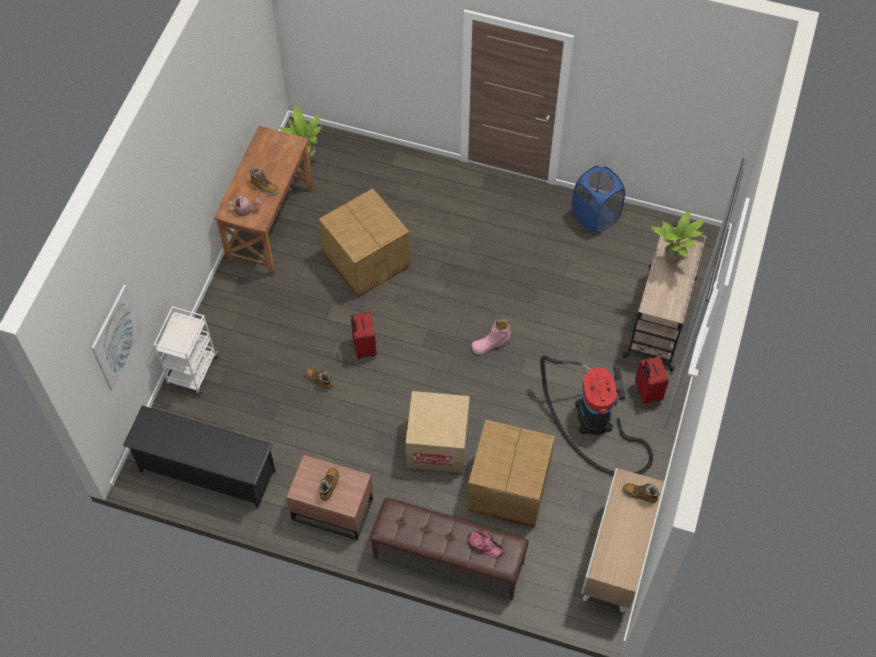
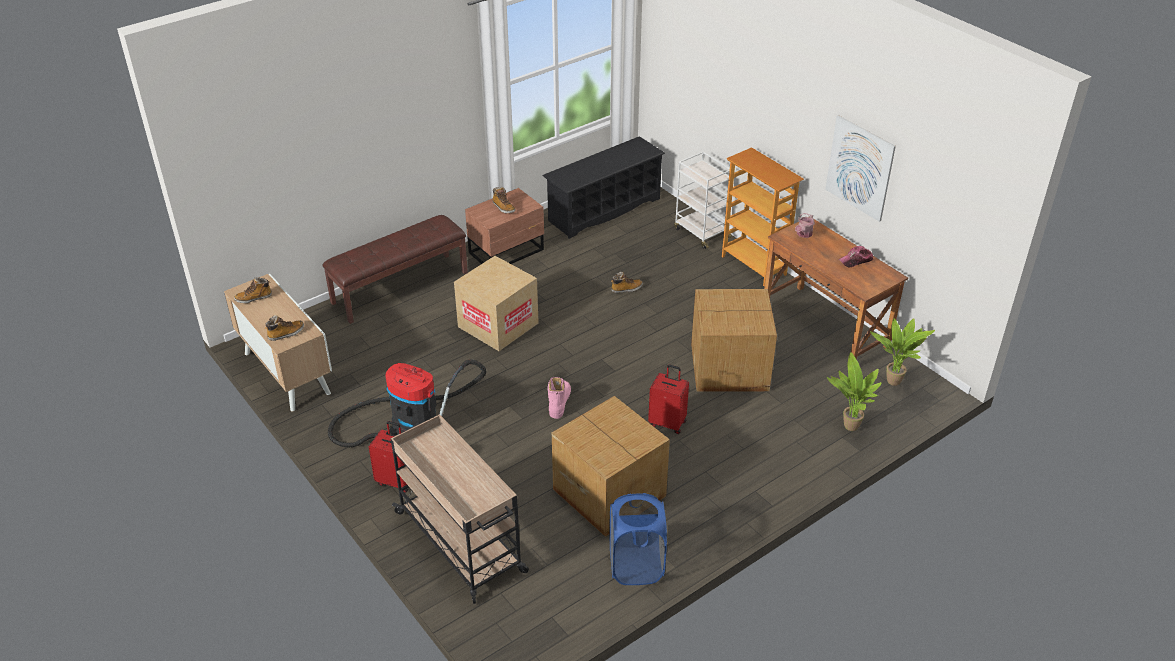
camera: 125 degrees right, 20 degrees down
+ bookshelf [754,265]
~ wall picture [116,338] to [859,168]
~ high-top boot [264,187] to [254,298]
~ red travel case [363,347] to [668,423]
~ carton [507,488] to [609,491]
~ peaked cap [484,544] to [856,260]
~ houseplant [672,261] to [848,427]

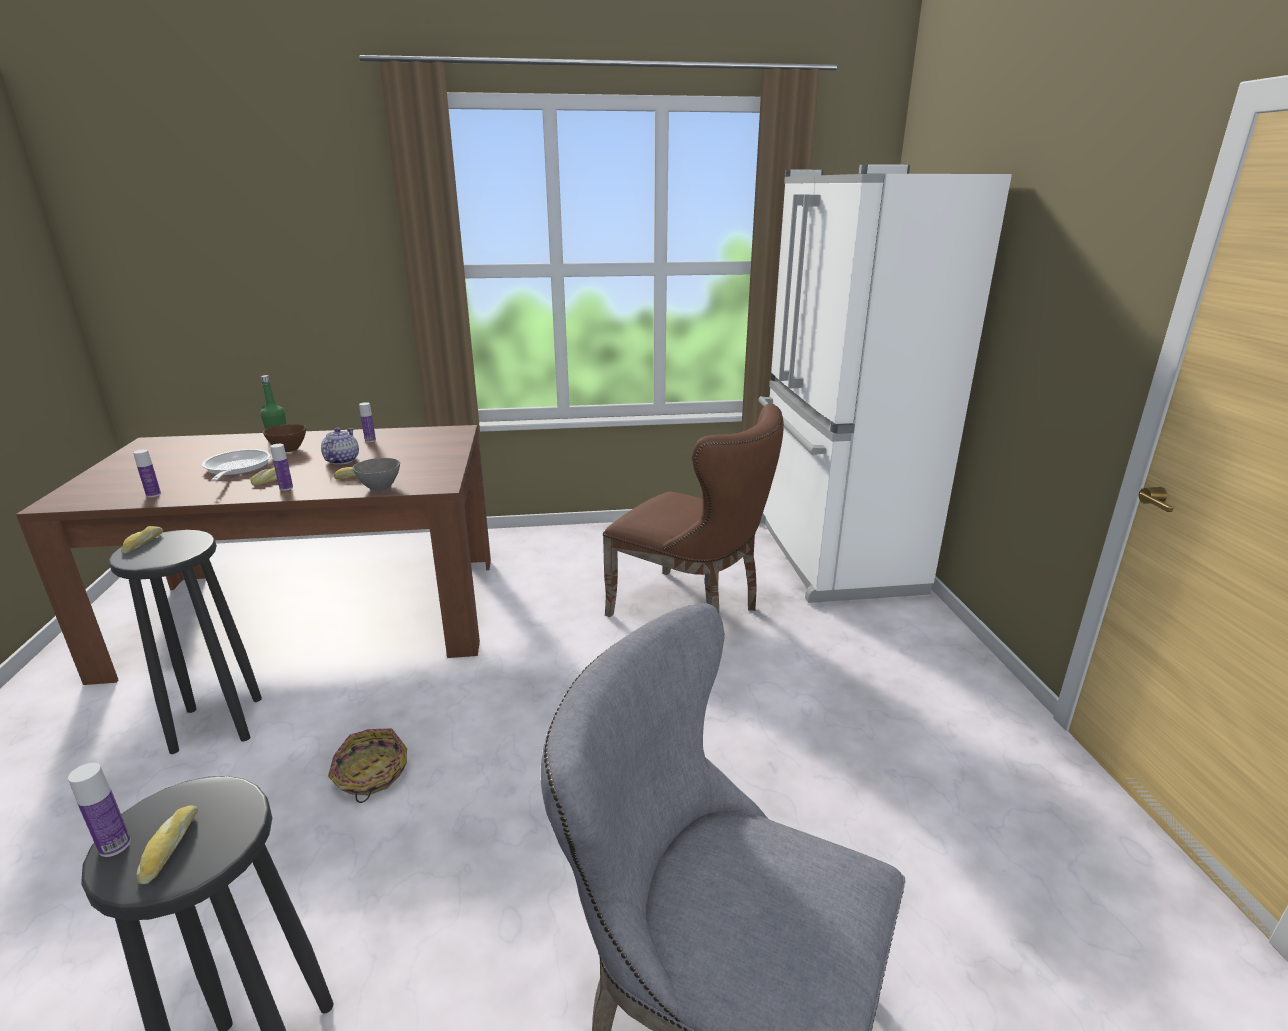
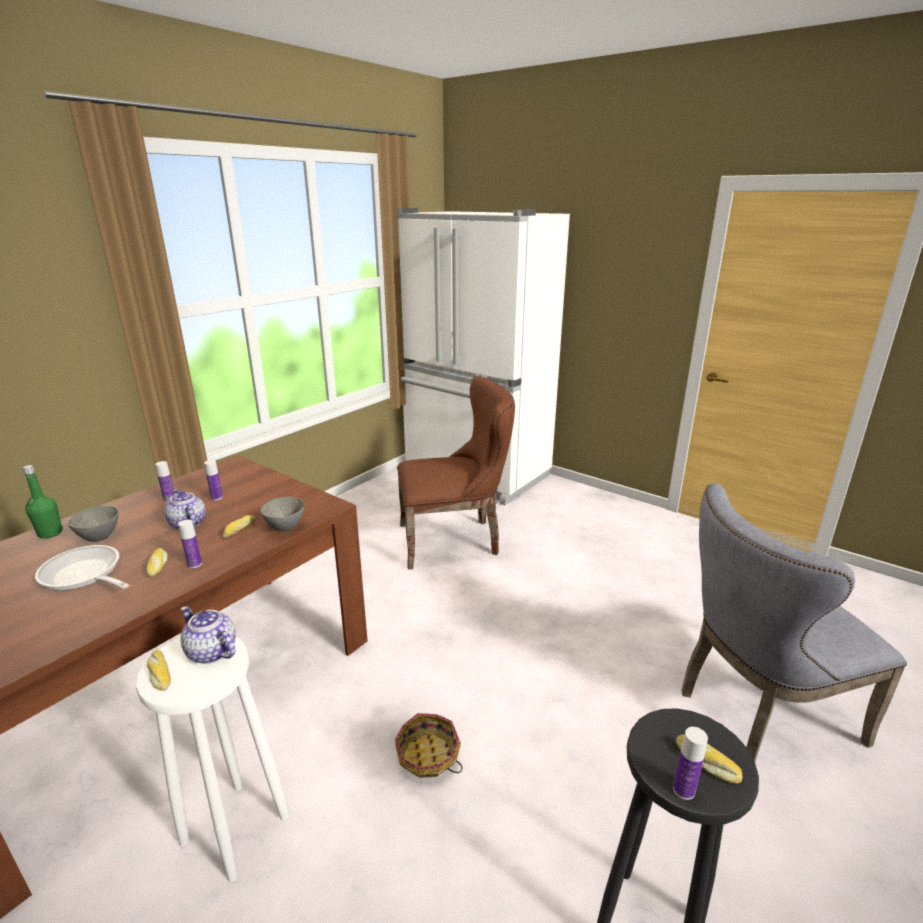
camera: 45 degrees left, 0 degrees up
+ pot for tea [211,652]
~ beverage bottle [153,494] to [217,498]
~ blackish stool seat [216,724] to white-coloured stool seat [234,830]
~ brown-coloured deep dish [289,450] to gray deep dish [100,538]

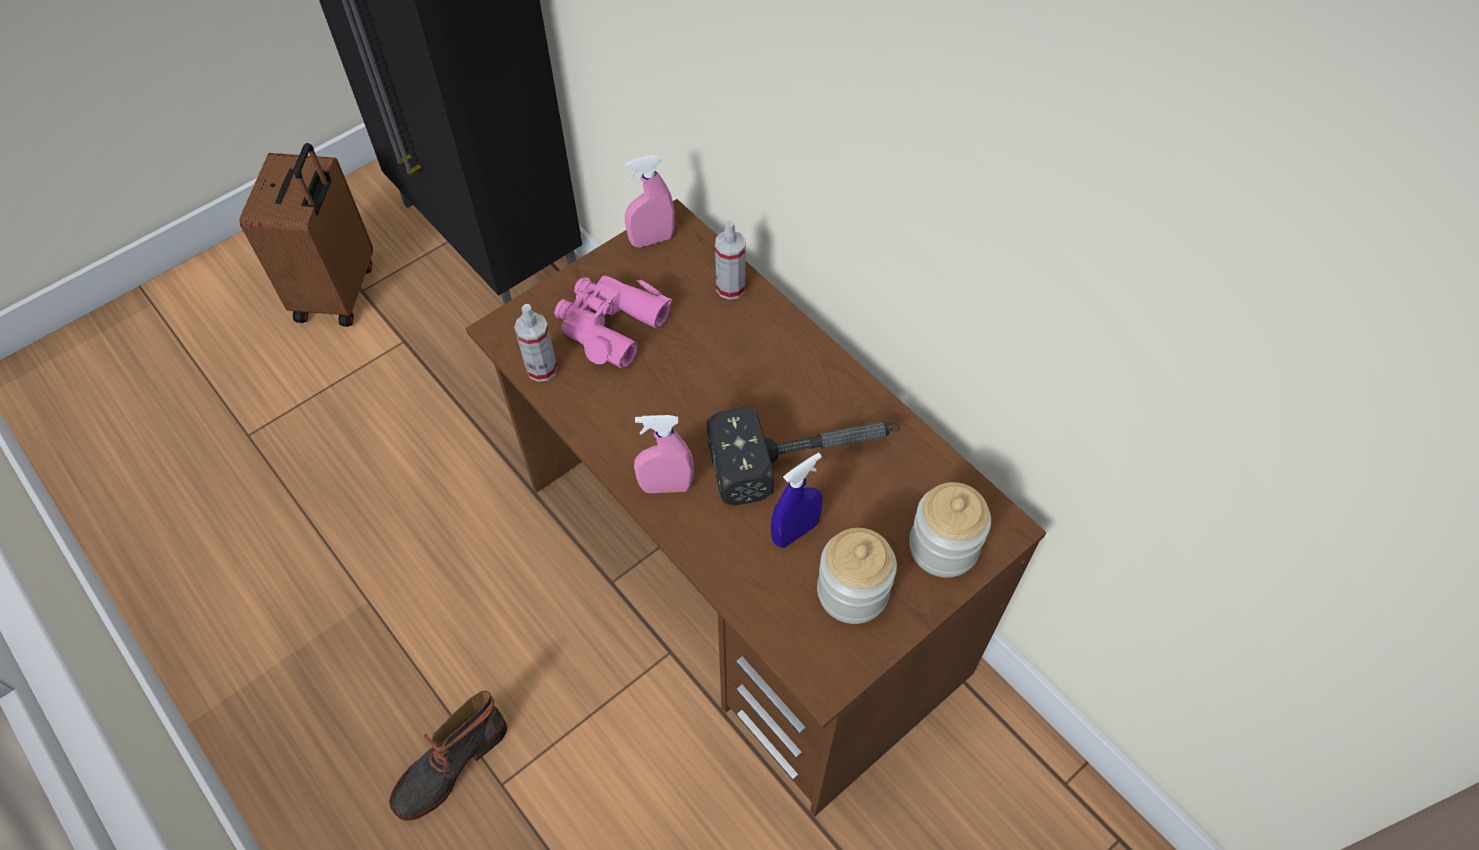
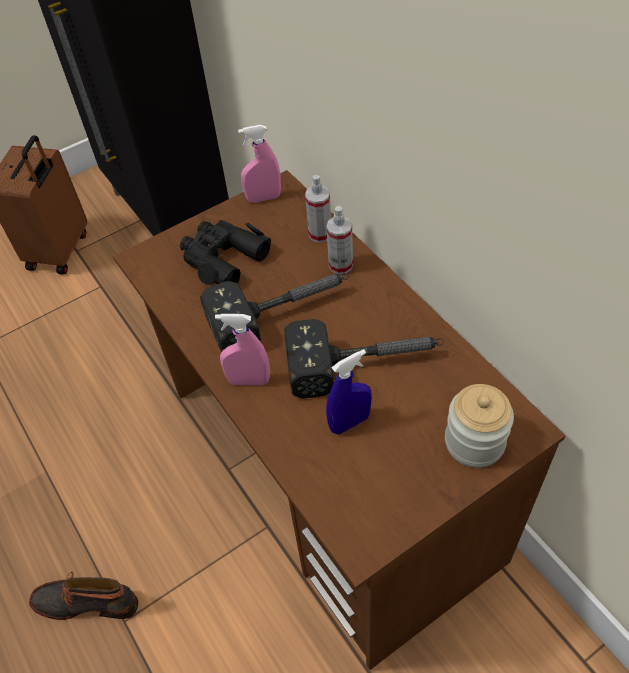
camera: 10 degrees right, 5 degrees down
- jar [852,591]
+ tool hammer [282,312]
~ spray bottle [541,369] to [340,265]
~ pink pair of binoculars [610,325] to blackish pair of binoculars [222,258]
~ high-top boot [449,764] = [87,601] 45 degrees clockwise

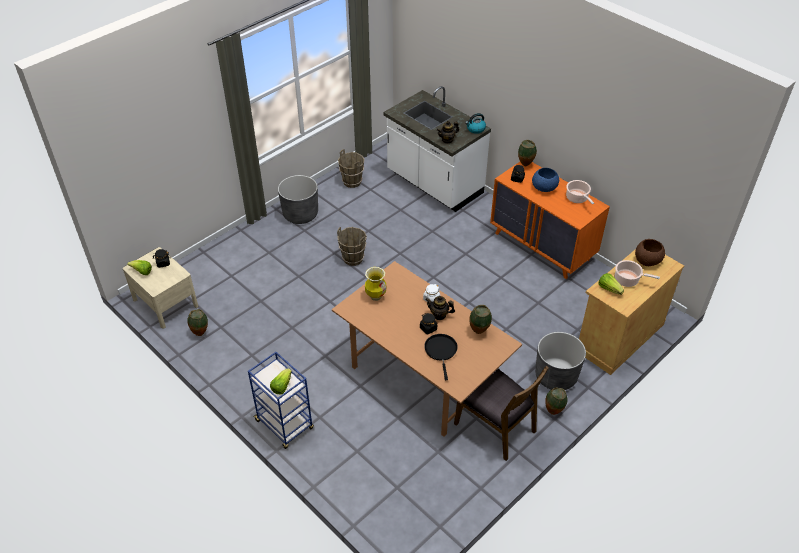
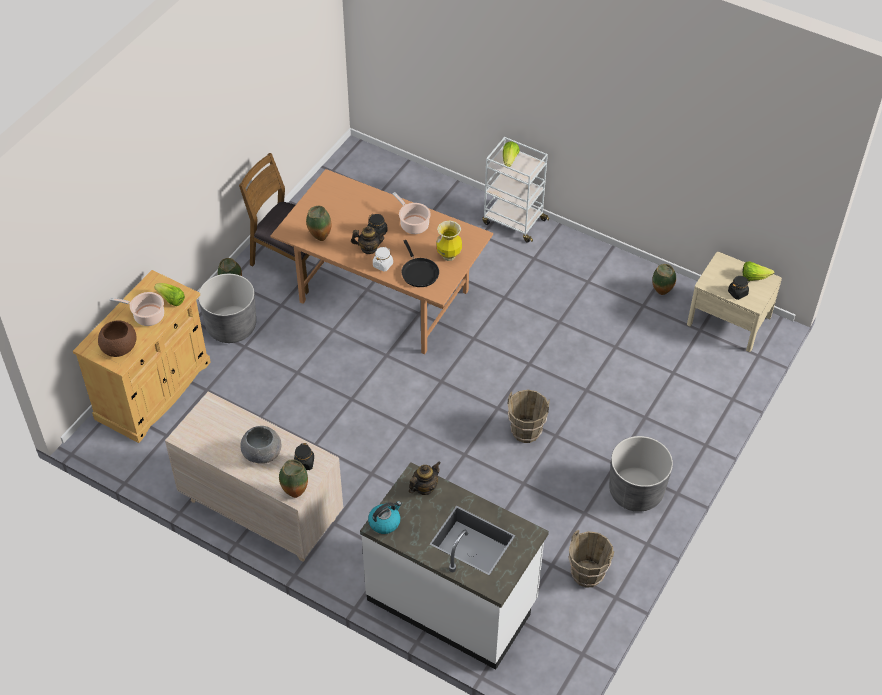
camera: 165 degrees right, 5 degrees up
~ blackish skillet [441,351] to [419,272]
~ stockpot [577,198] to [413,224]
~ blue-coloured wheeled cart [285,425] to white-coloured wheeled cart [513,221]
~ orangey dresser [542,246] to beige dresser [261,510]
~ blue-coloured deep dish [544,188] to gray deep dish [262,454]

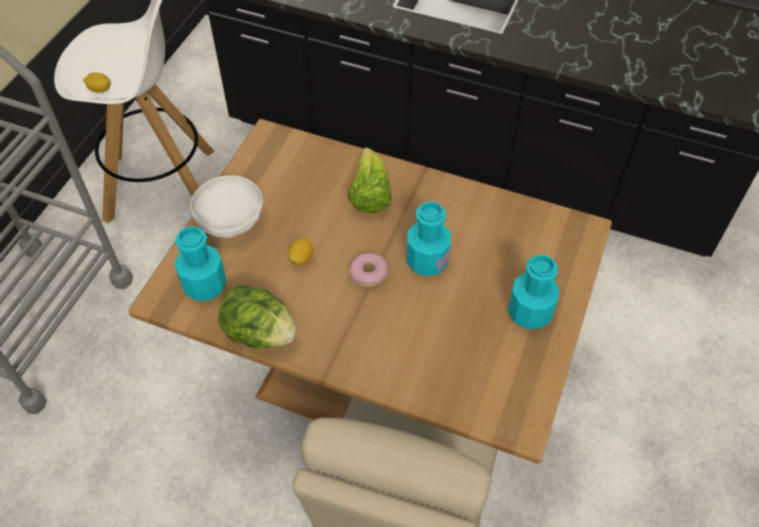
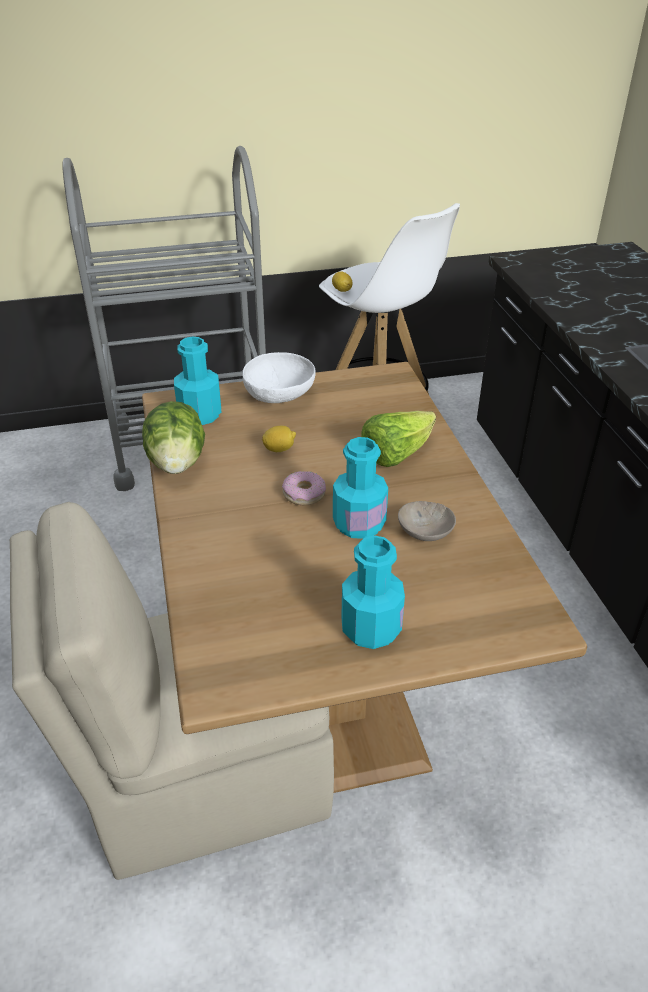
camera: 55 degrees right, 15 degrees down
+ beige deep dish [424,532]

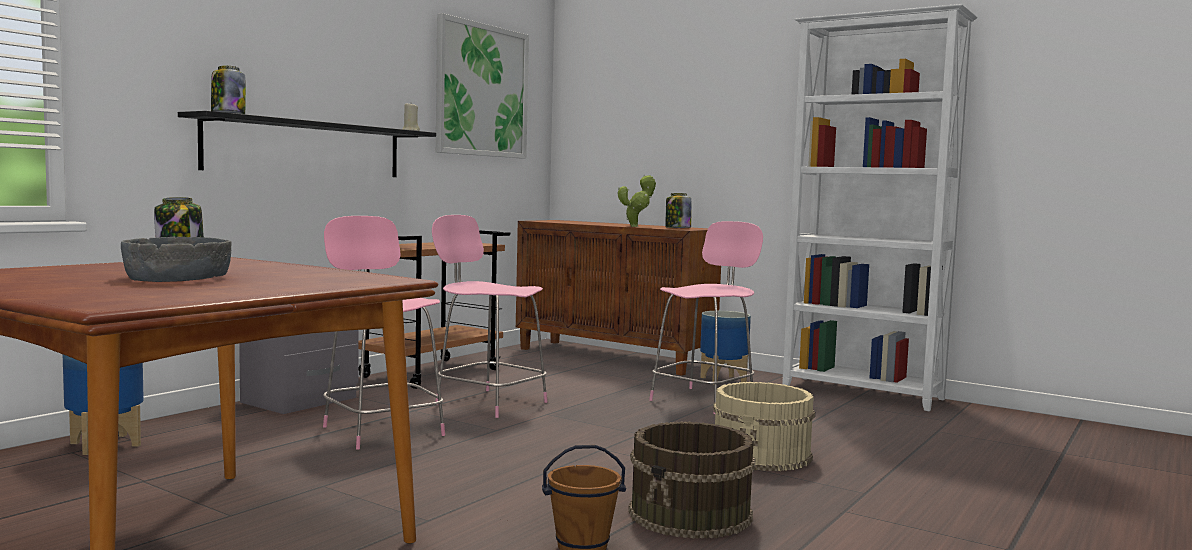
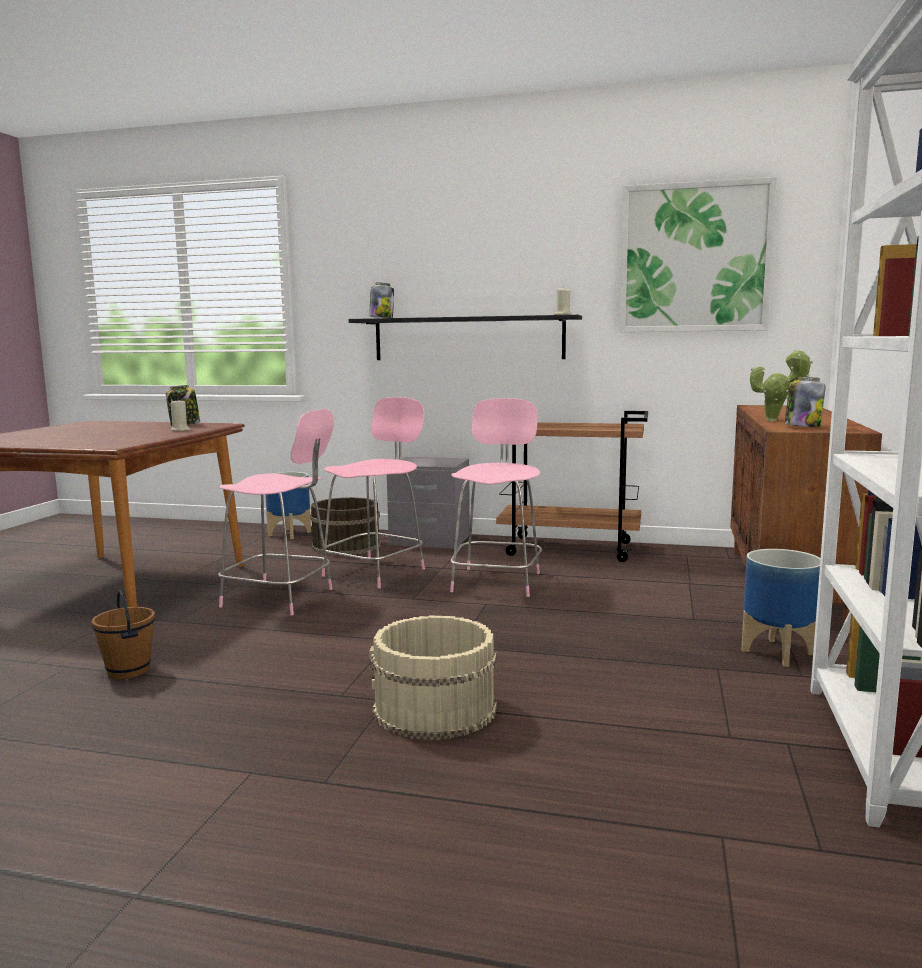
camera: 70 degrees right, 5 degrees up
- gray deep dish [177,277]
+ beige wax candle [180,430]
~ brown-coloured bucket [691,514] to [345,546]
~ pink plain chair [704,399] to [281,598]

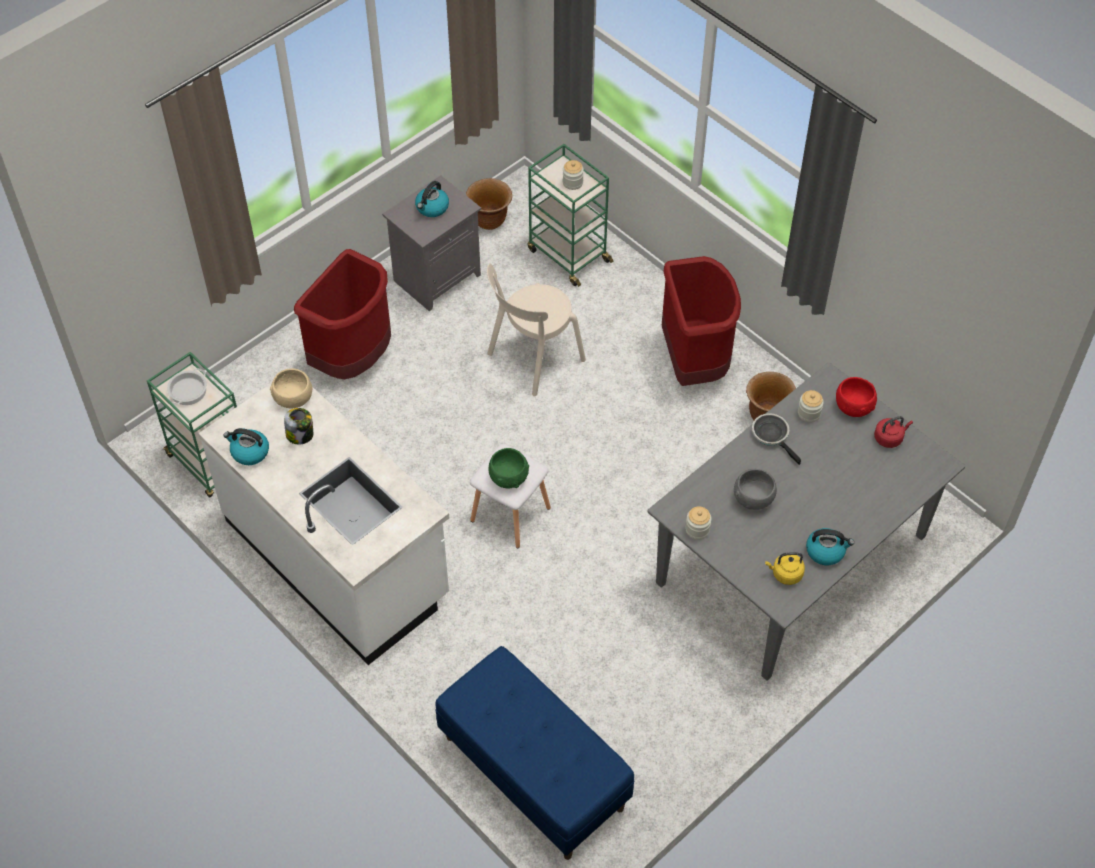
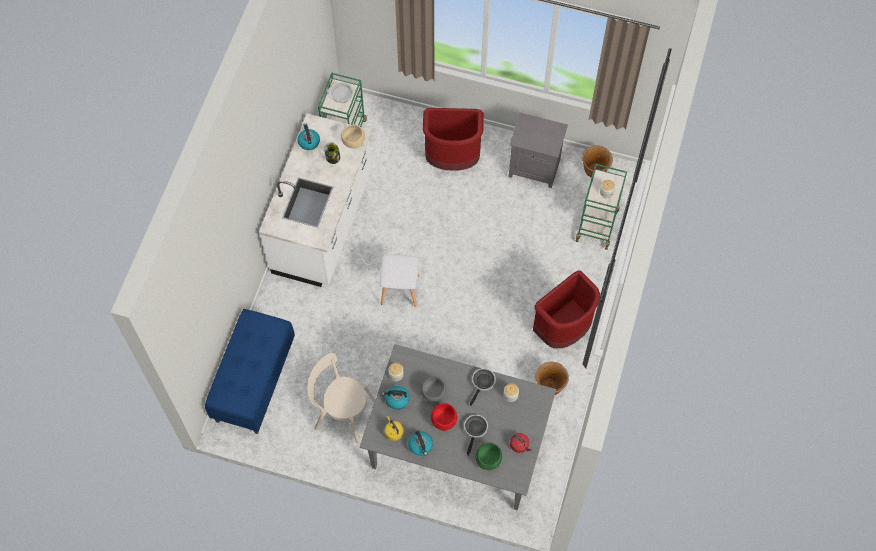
camera: 60 degrees right, 10 degrees up
+ skillet [475,430]
~ kettle [432,208] to [397,399]
~ beige plain chair [533,359] to [342,413]
~ greenish deep dish [509,477] to [488,459]
~ red deep dish [853,406] to [444,420]

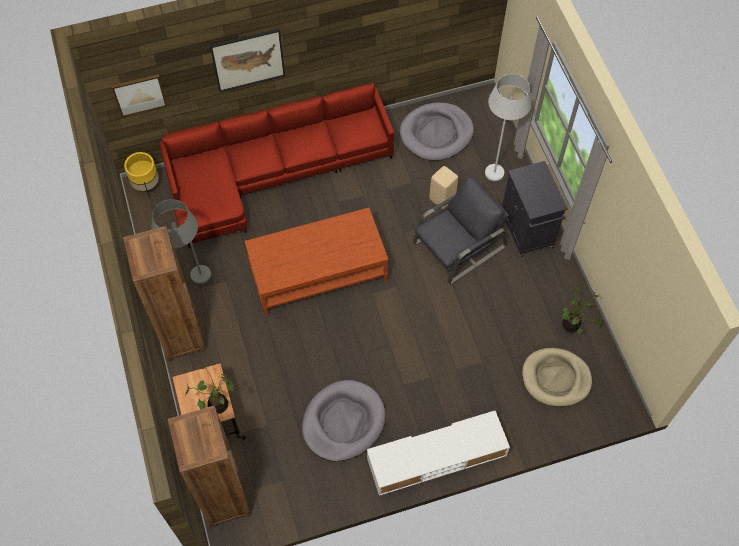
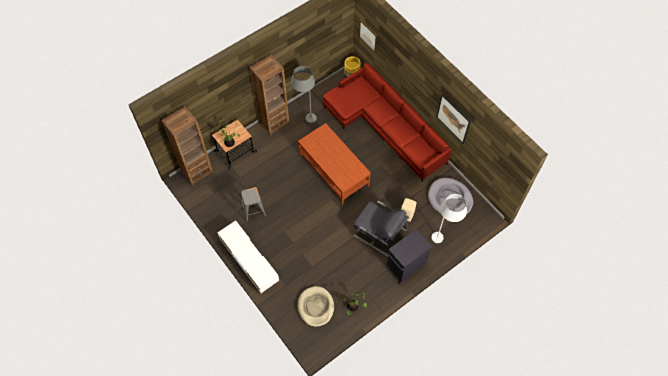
camera: 70 degrees right, 0 degrees up
~ wall picture [248,59] to [453,118]
~ gray pet bed [343,422] to gray stool seat [253,210]

